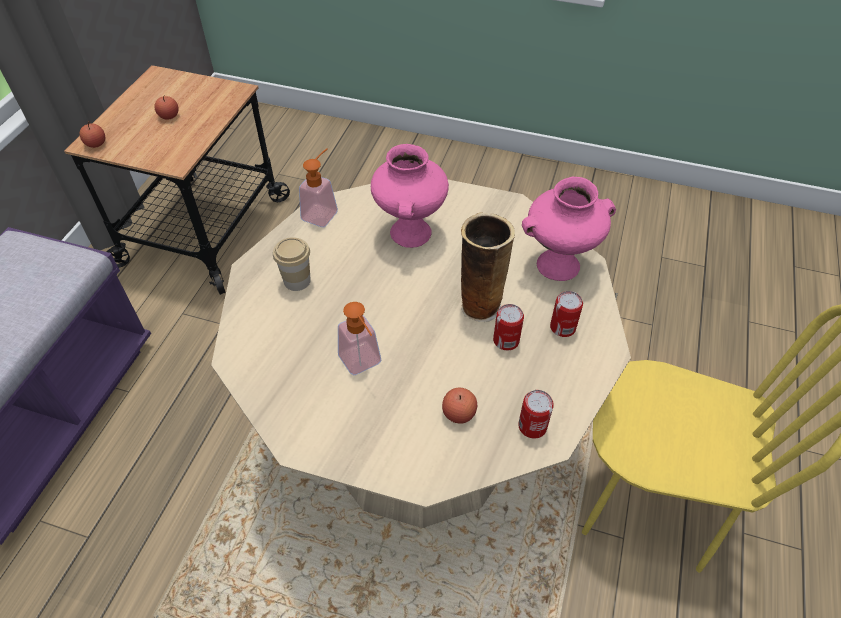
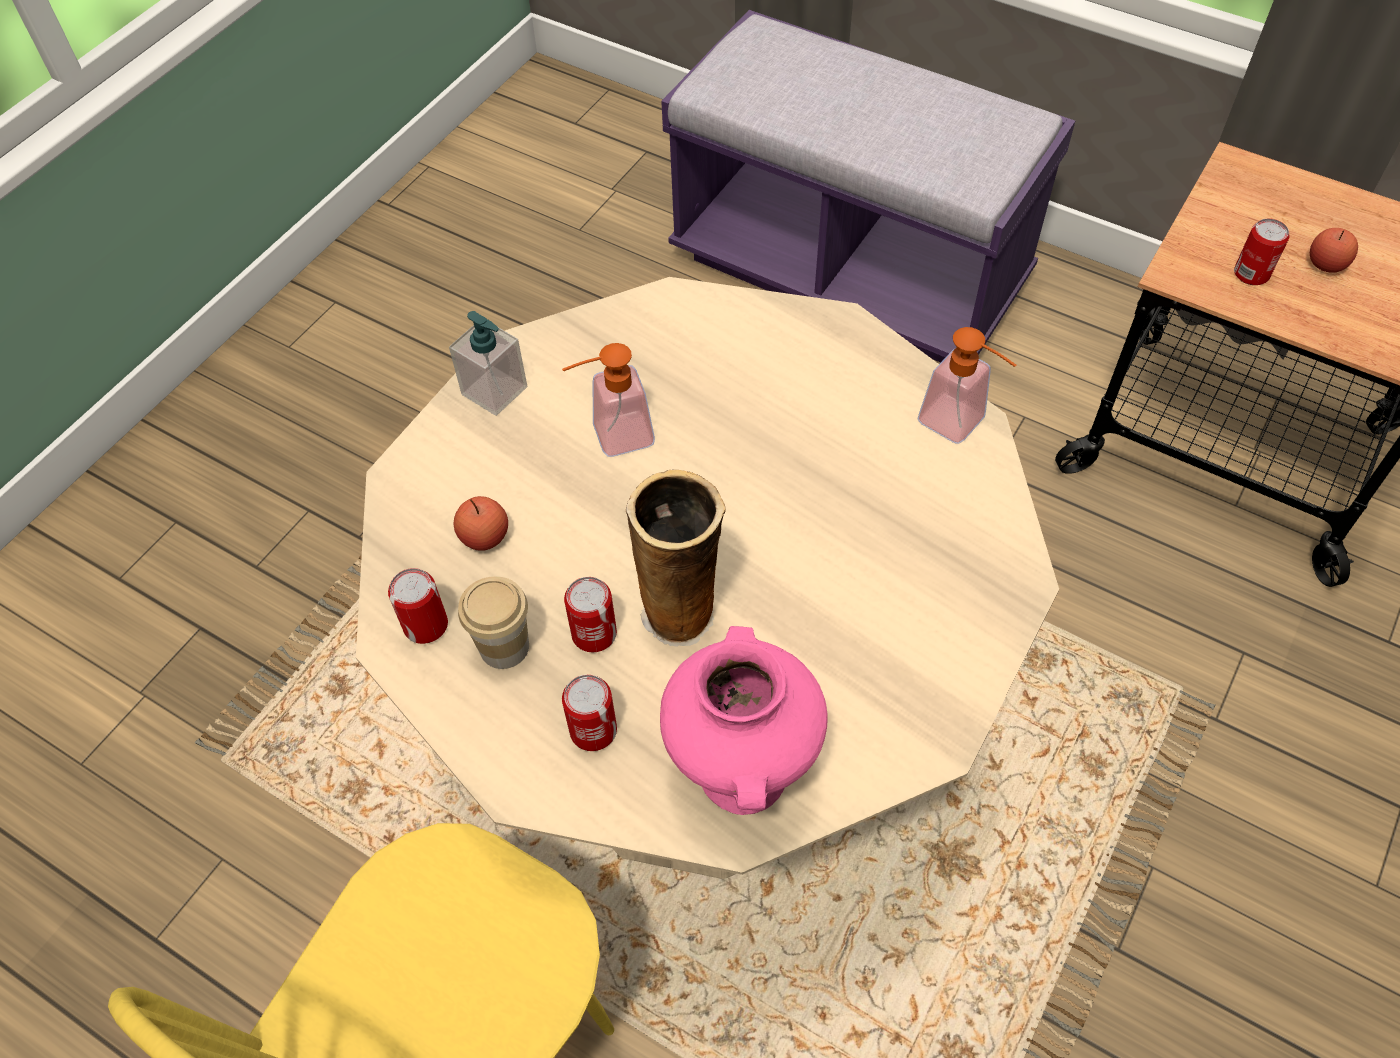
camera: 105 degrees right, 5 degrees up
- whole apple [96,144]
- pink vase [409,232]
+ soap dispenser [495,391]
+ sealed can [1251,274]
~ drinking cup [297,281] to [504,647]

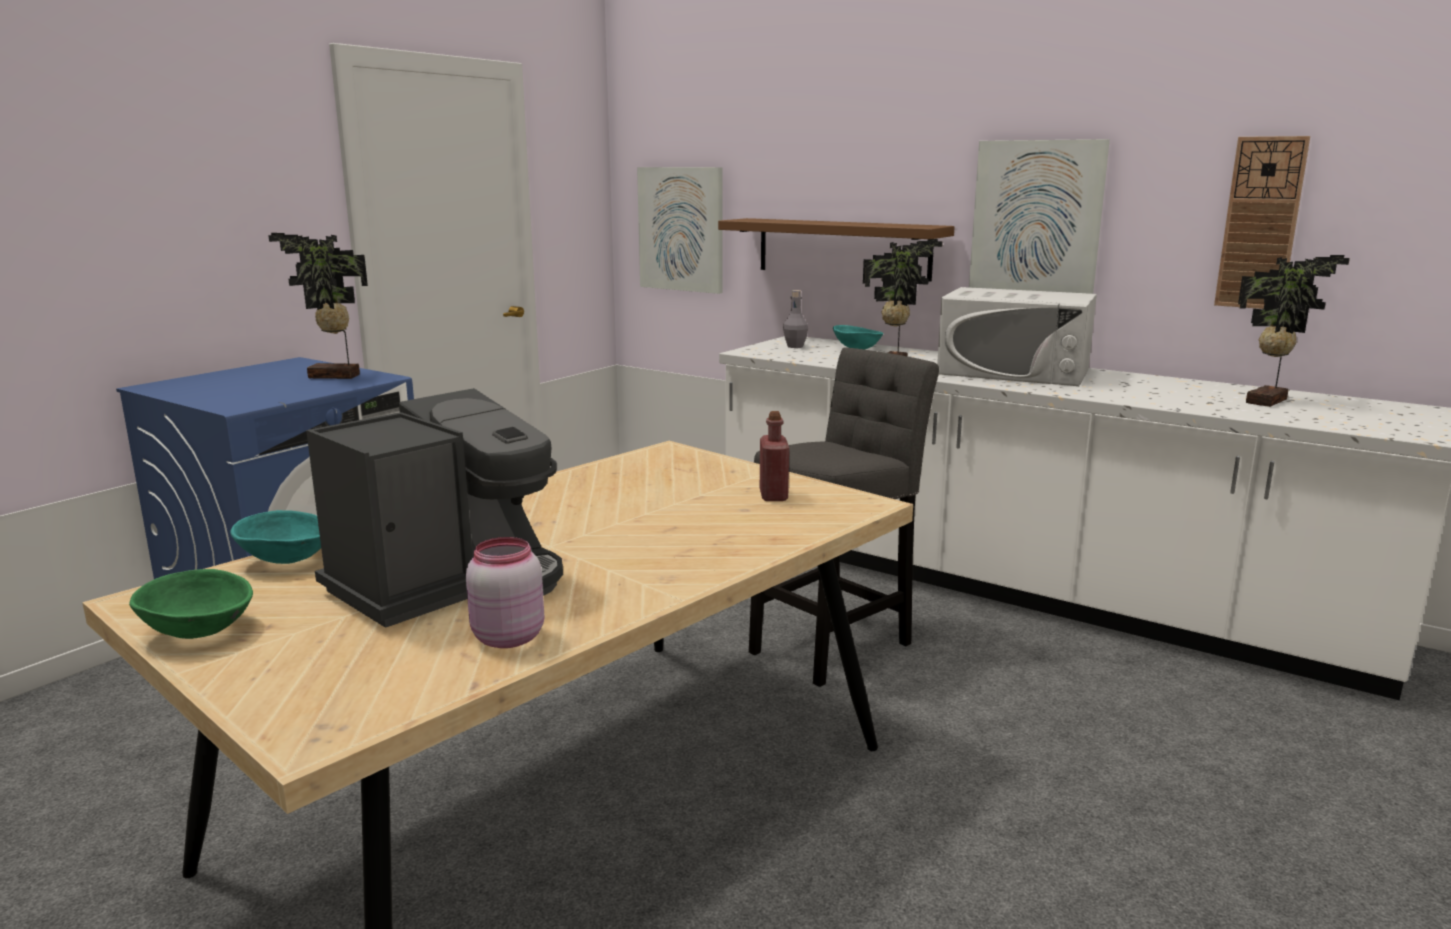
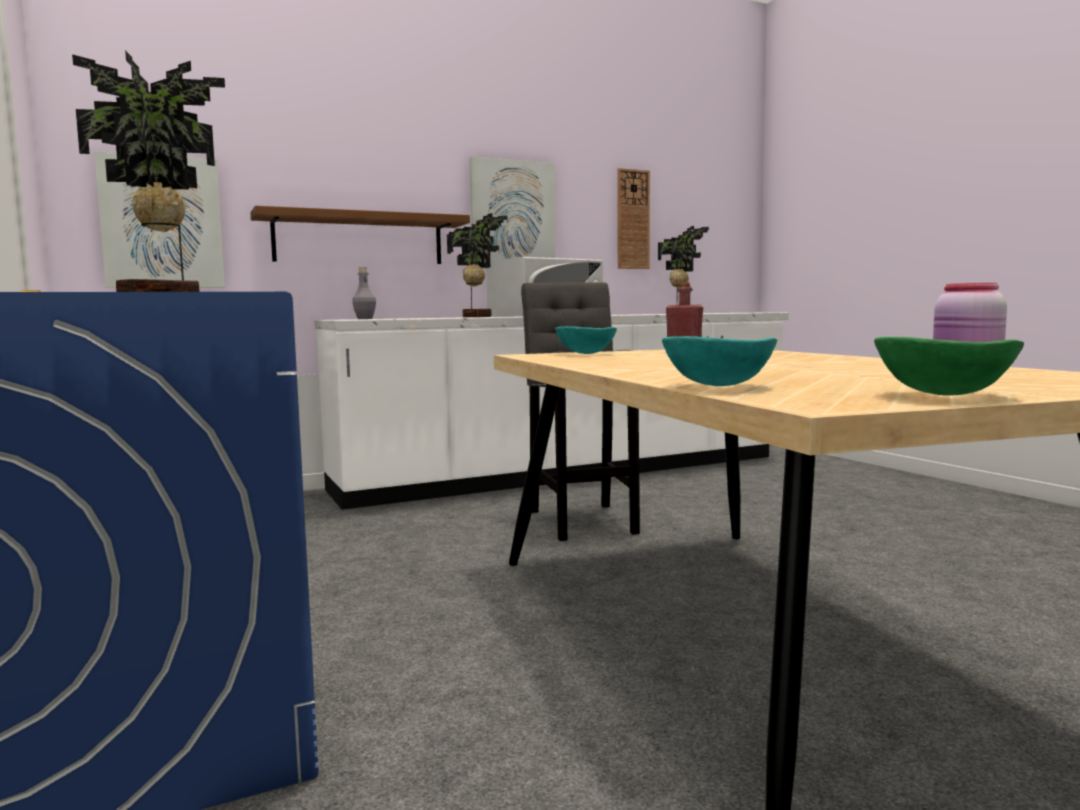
camera: 60 degrees left, 10 degrees down
- coffee maker [449,583]
~ turquoise-coloured deep dish [856,349] to [586,354]

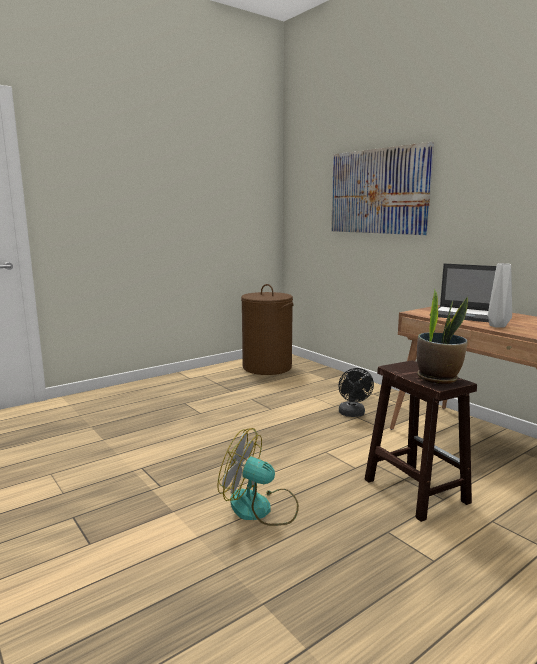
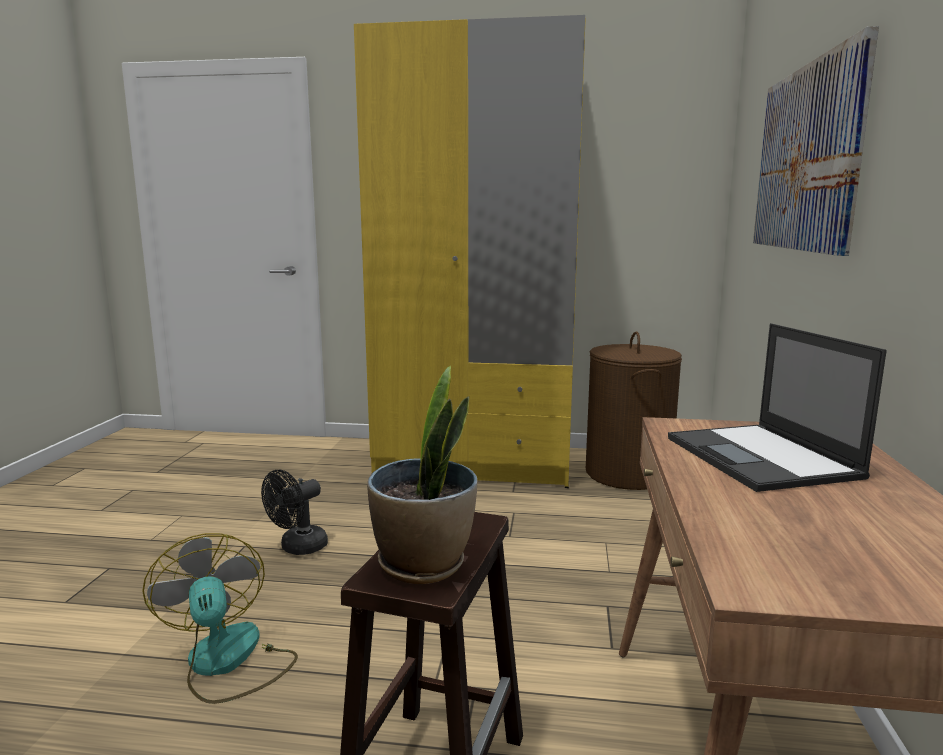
camera: 45 degrees right, 0 degrees up
- gray vase [497,326]
+ yellow-coloured wardrobe [475,463]
~ blackish electric fan [353,414] to [298,548]

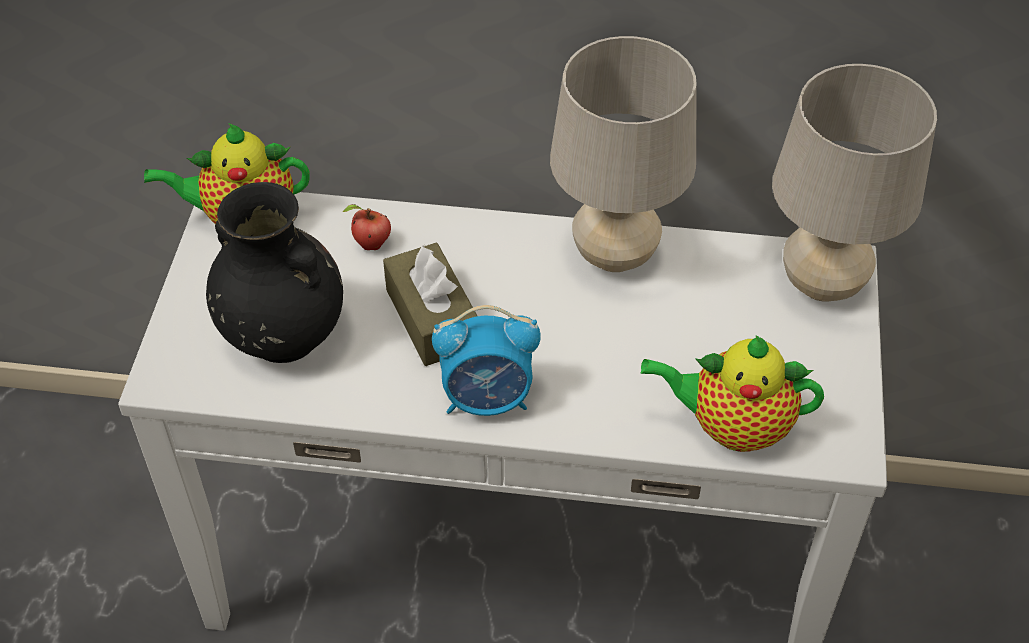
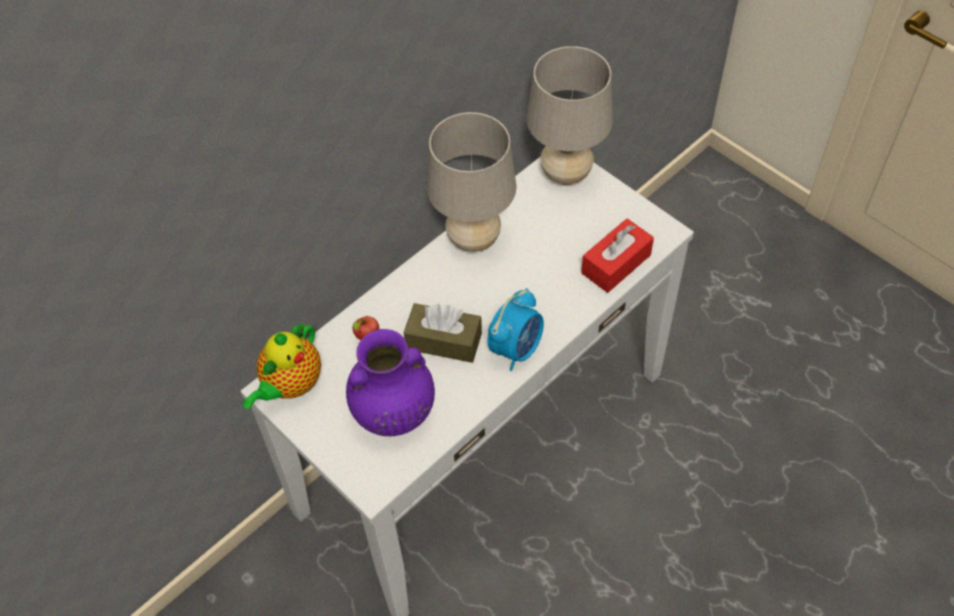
camera: 50 degrees left, 5 degrees up
~ pot for tea [731,426] to red box of tissues [616,264]
~ blackish vase [282,335] to purple-coloured vase [393,414]

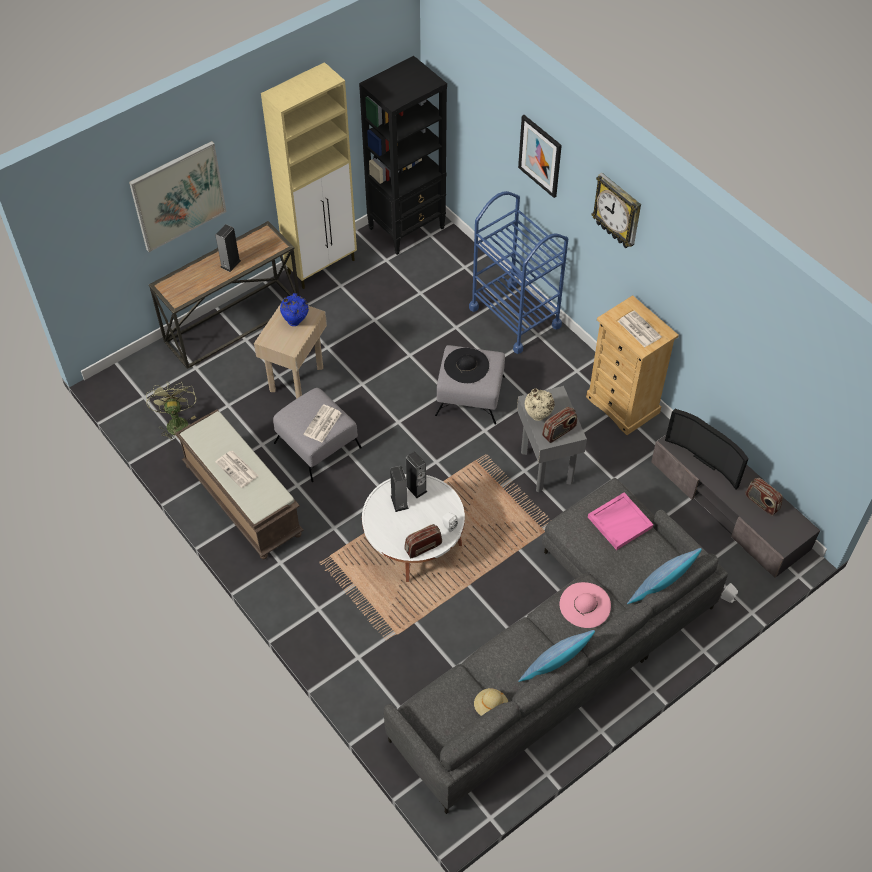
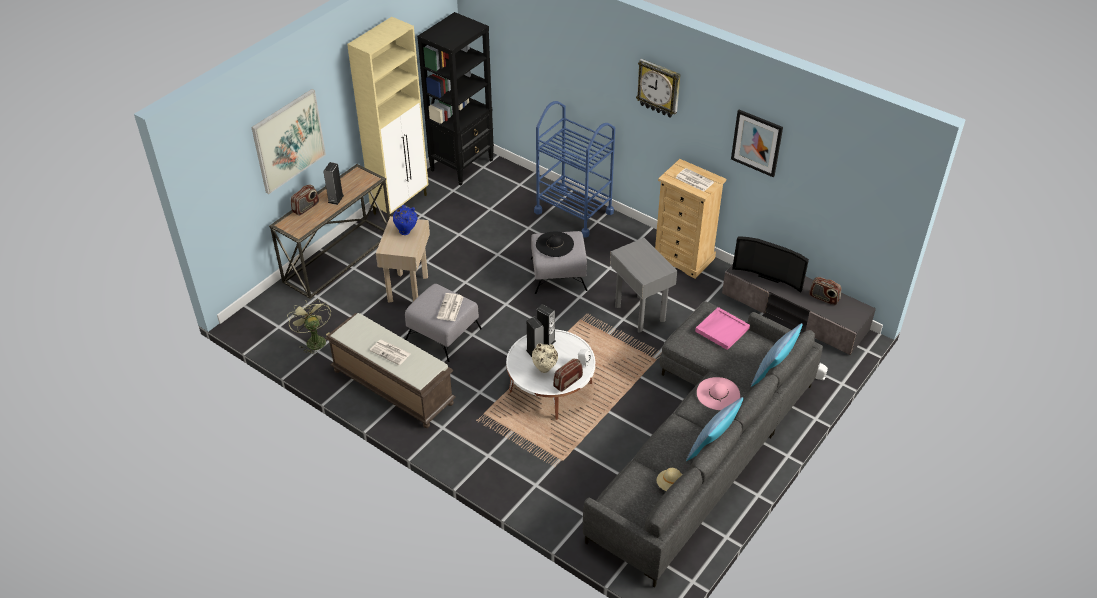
camera: 15 degrees left, 10 degrees down
~ wall picture [540,156] to [757,142]
~ beige vase [538,417] to [545,370]
~ radio set [559,432] to [306,208]

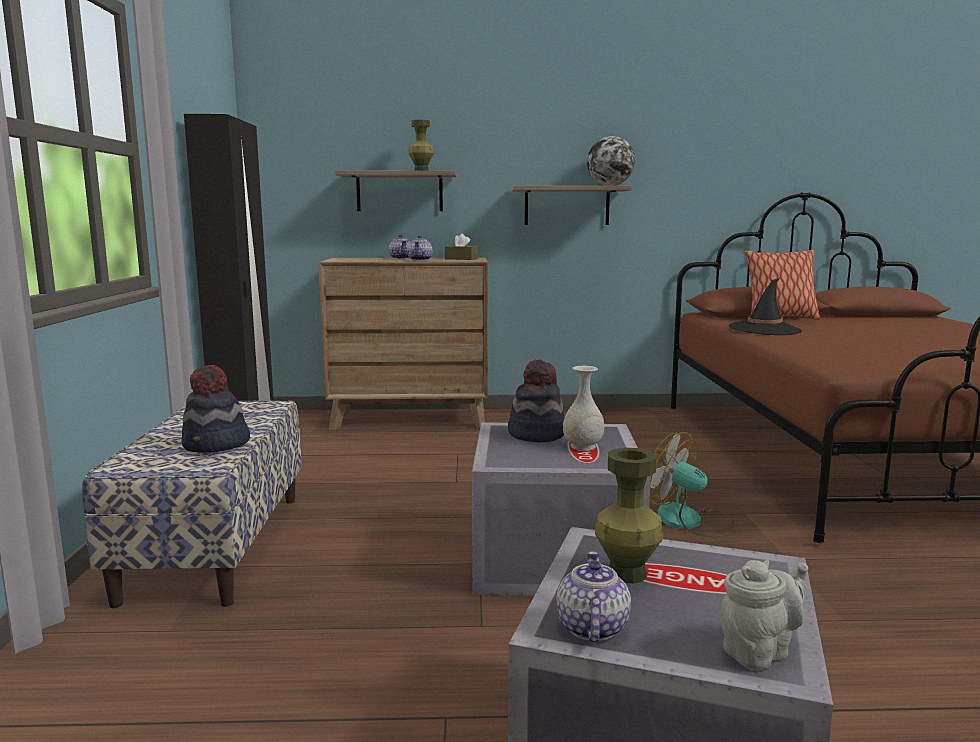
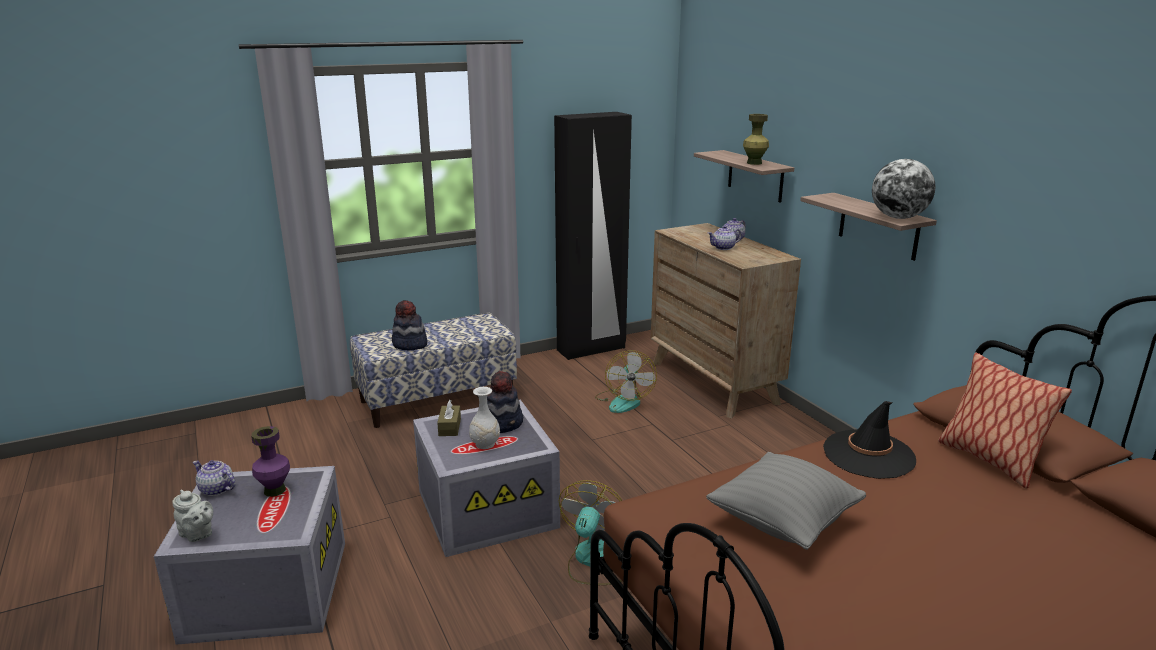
camera: 65 degrees right, 10 degrees up
+ electric fan [624,401]
+ gray cushion [783,523]
~ brown-coloured box of tissues [461,259] to [449,427]
~ greenish vase [626,574] to purple-coloured vase [274,490]
~ pot for tea [591,628] = [216,489] 135 degrees counterclockwise

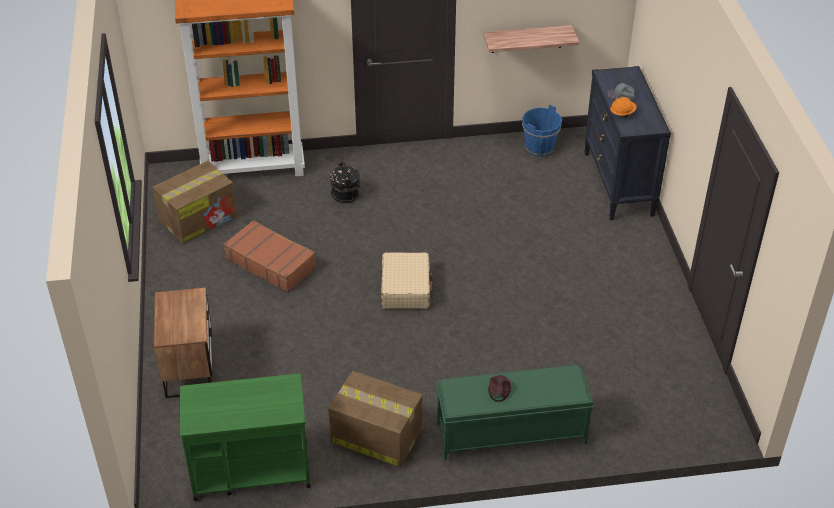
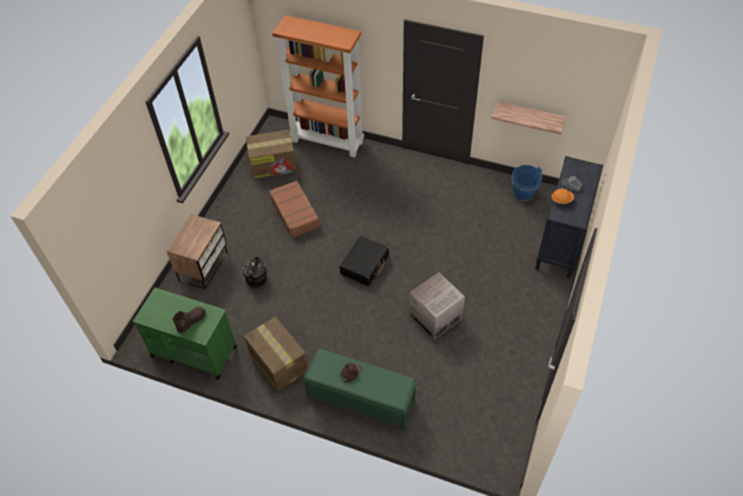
camera: 30 degrees right, 10 degrees up
+ brown-coloured high-top boot [191,321]
+ carton [435,317]
~ blackish bucket [345,195] to [257,280]
~ beige travel case [406,288] to blackish travel case [364,265]

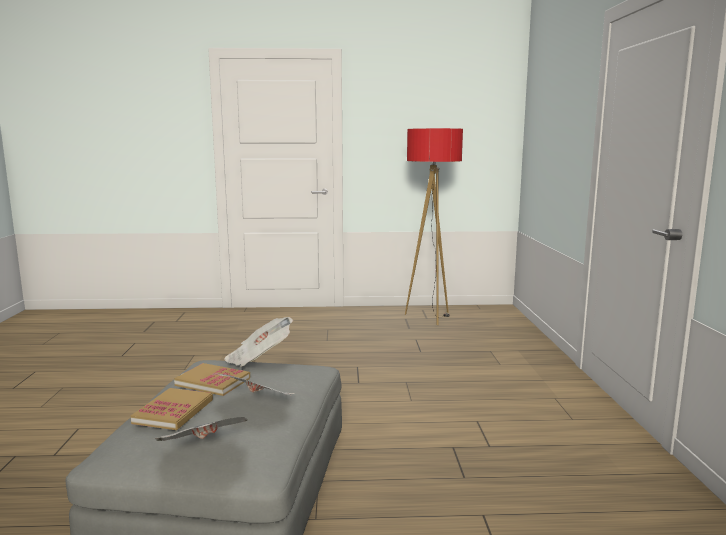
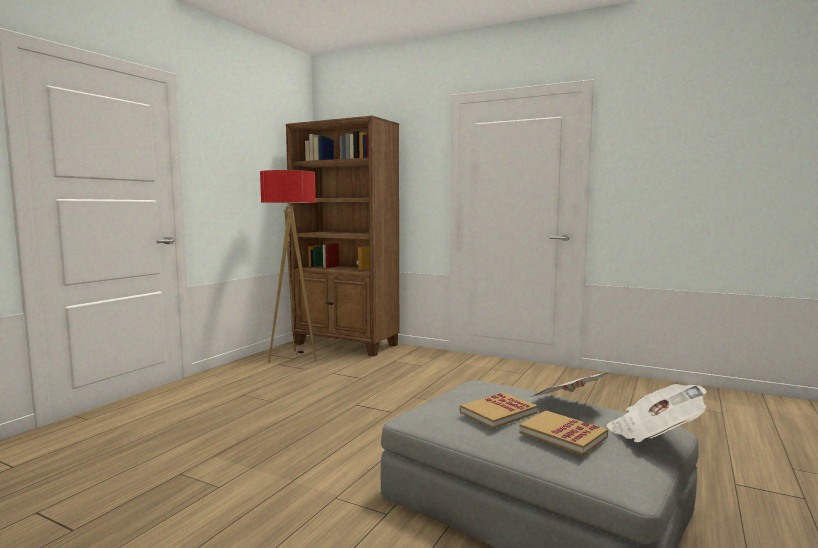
camera: 60 degrees left, 5 degrees down
- newspaper [259,358]
+ brown-coloured bookshelf [346,344]

